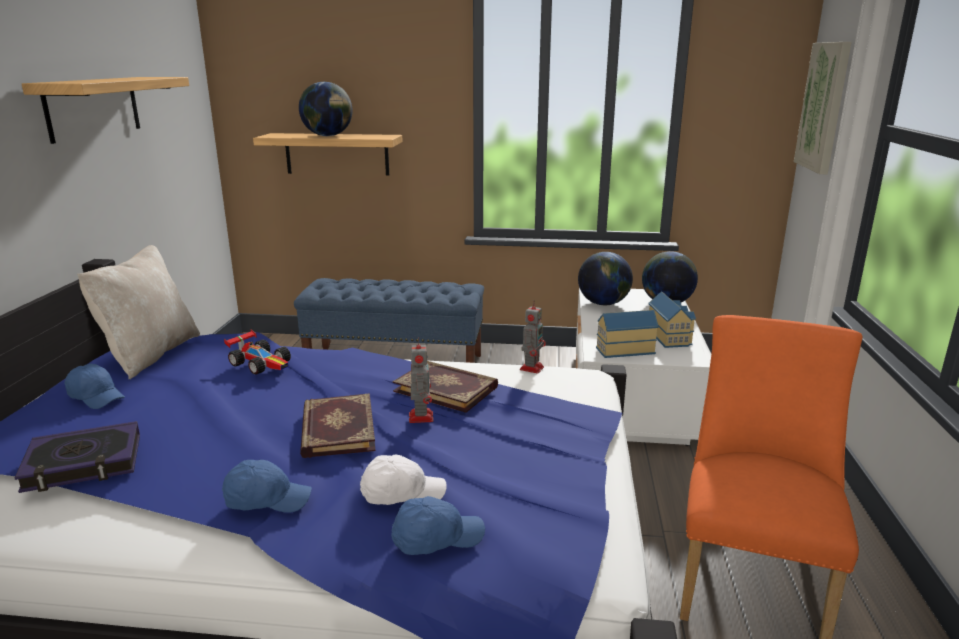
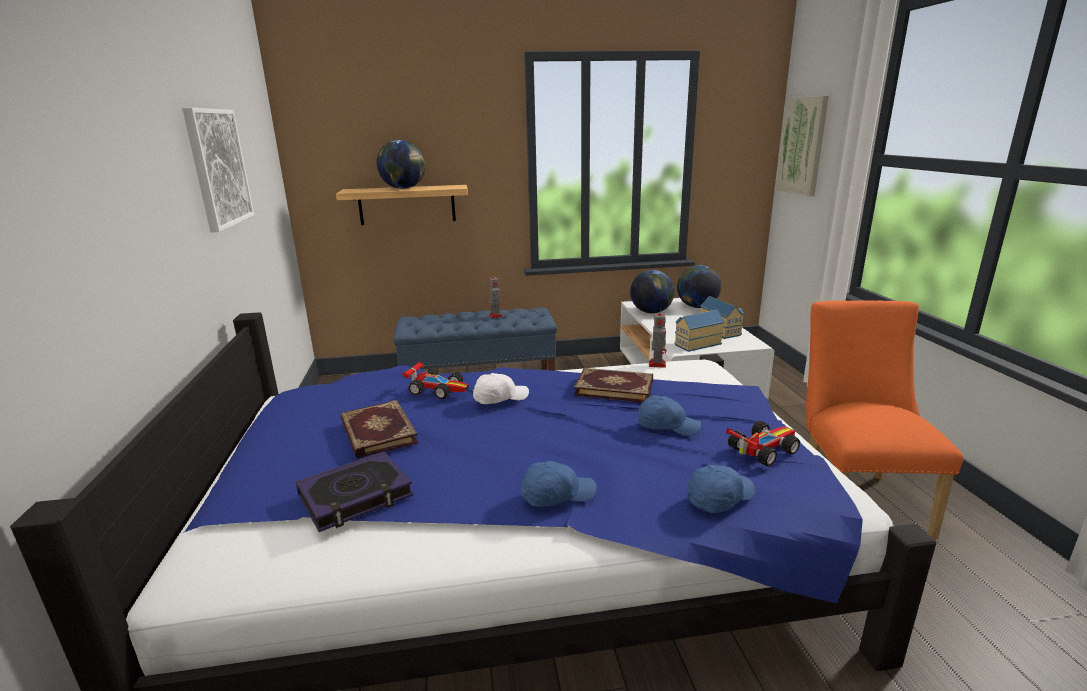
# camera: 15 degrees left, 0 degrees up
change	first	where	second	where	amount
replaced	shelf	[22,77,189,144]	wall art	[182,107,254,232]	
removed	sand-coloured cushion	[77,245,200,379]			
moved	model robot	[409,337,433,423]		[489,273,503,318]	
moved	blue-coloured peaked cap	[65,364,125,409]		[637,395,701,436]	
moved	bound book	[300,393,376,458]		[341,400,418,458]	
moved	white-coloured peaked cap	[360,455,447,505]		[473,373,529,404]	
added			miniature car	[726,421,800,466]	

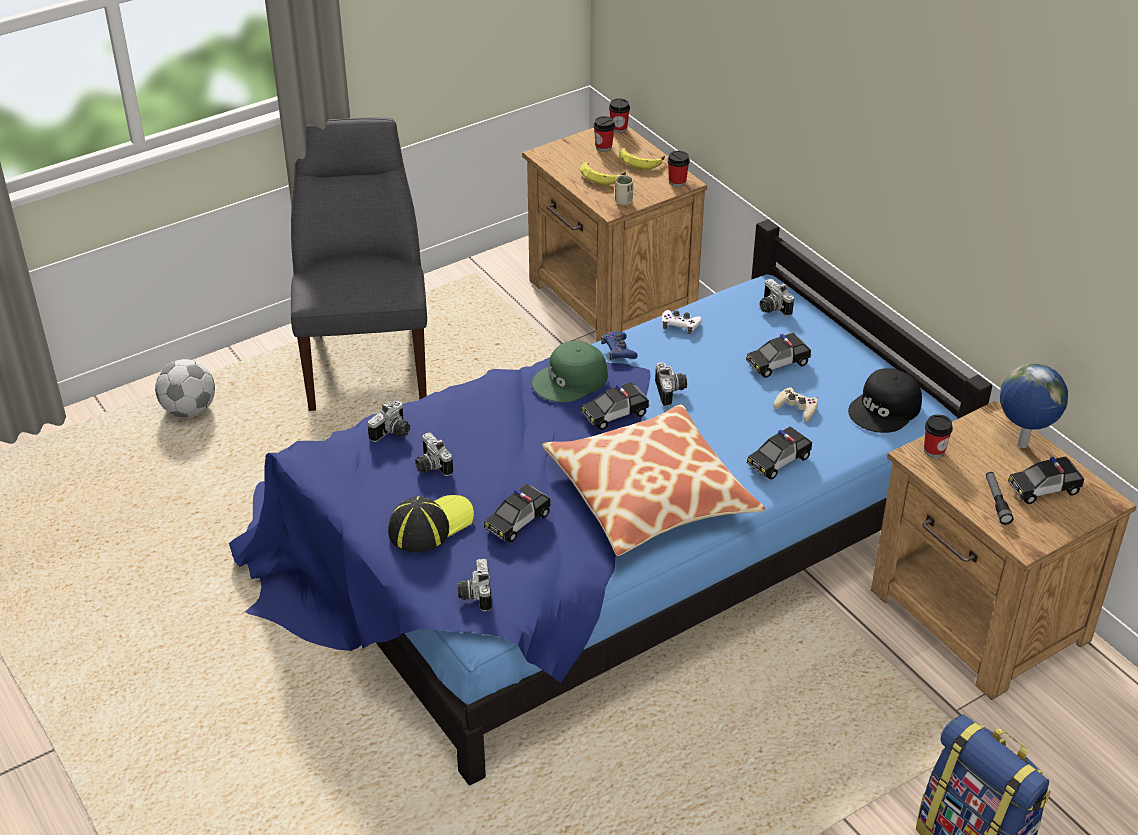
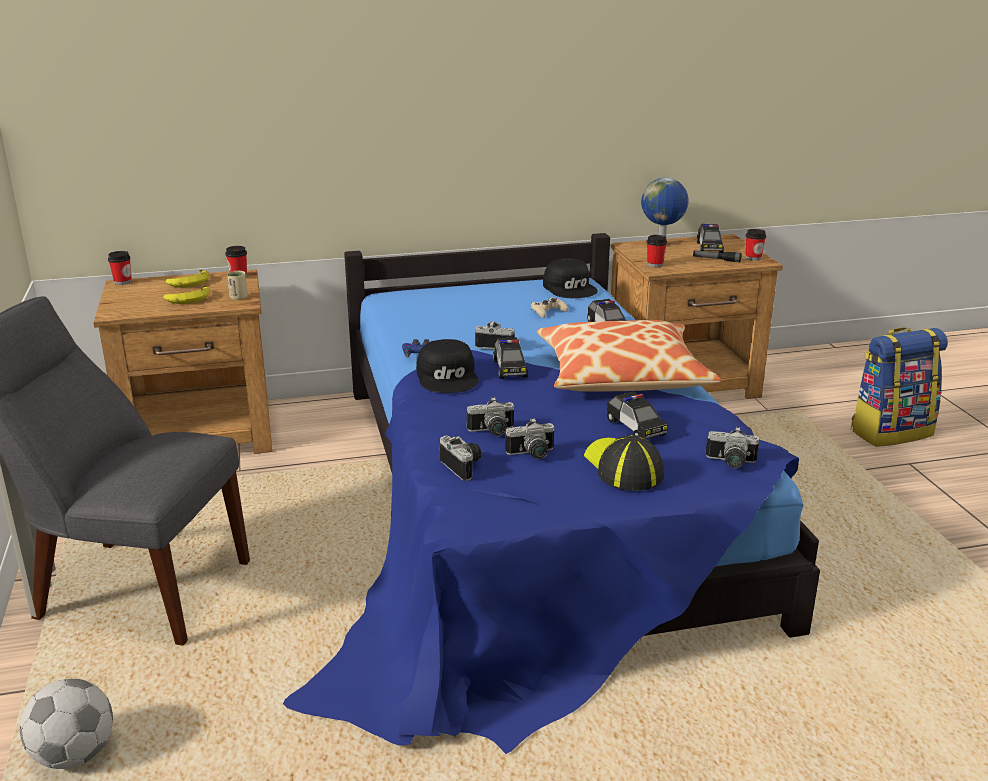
# camera: 70 degrees left, 15 degrees down
change	first	where	second	where	amount
moved	drinking cup	[593,116,615,152]		[746,229,766,261]	
moved	still camera	[759,279,794,316]		[466,397,514,436]	
removed	white-coloured joypad	[662,310,702,334]			
removed	miniature car	[746,333,811,378]			
recoloured	green peaked cap	[532,341,608,402]	black peaked cap	[416,339,479,393]	

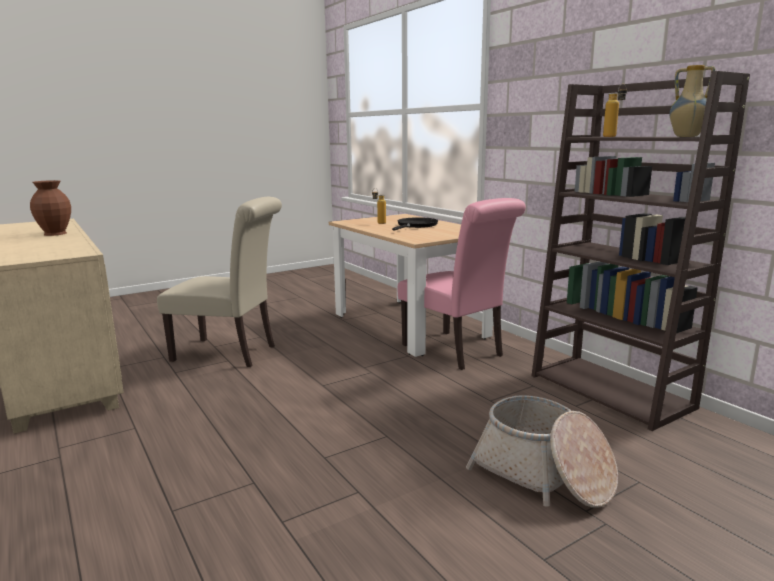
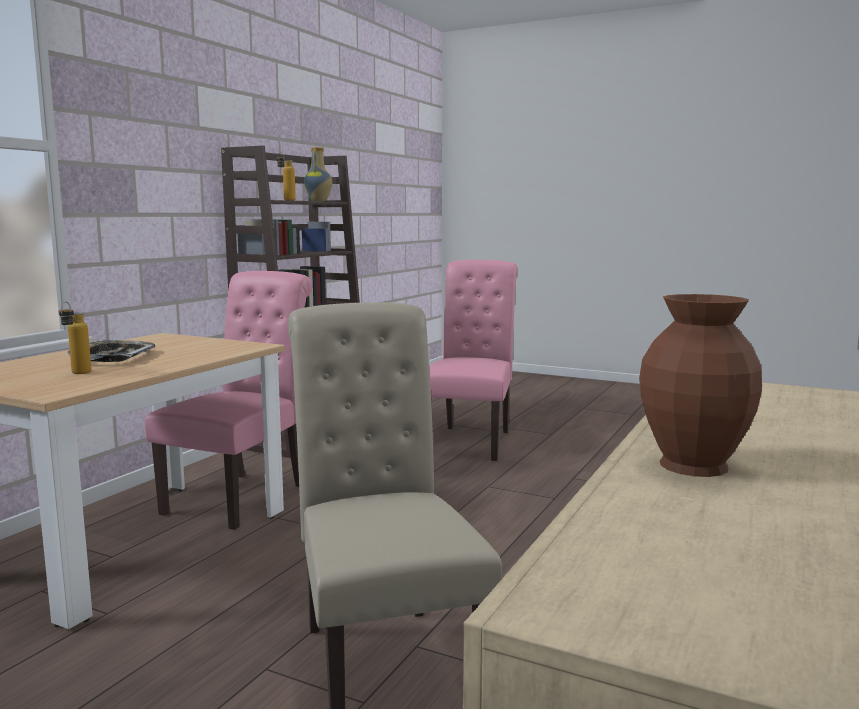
# camera: 120 degrees left, 5 degrees down
change	first	where	second	where	amount
replaced	black pan	[392,217,438,230]	tray	[67,340,155,362]	
replaced	household basket	[466,395,618,508]	pink-coloured upright chair	[429,260,518,461]	

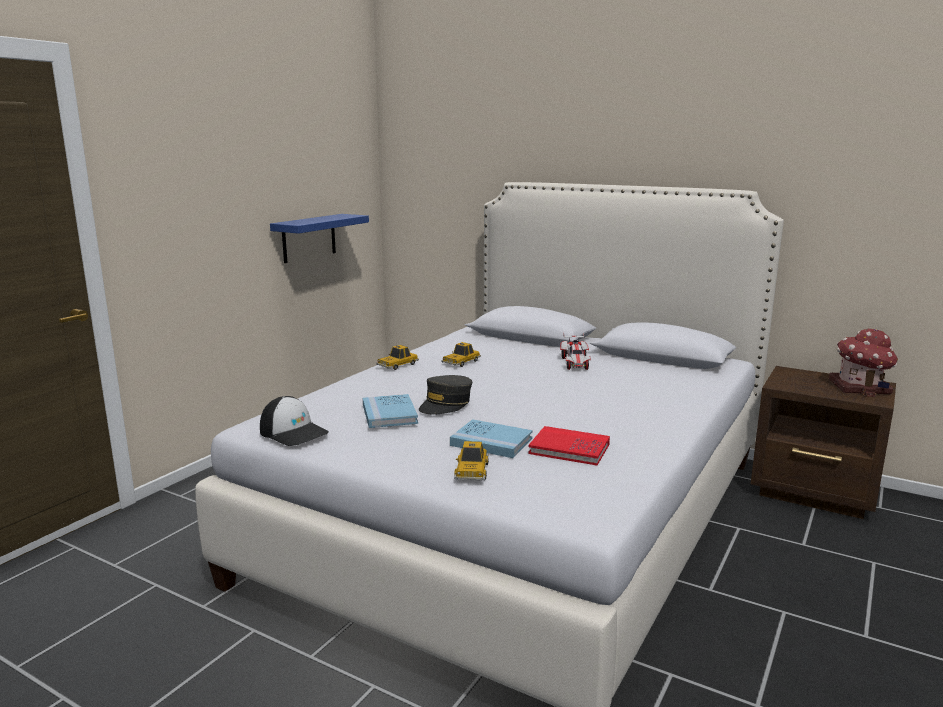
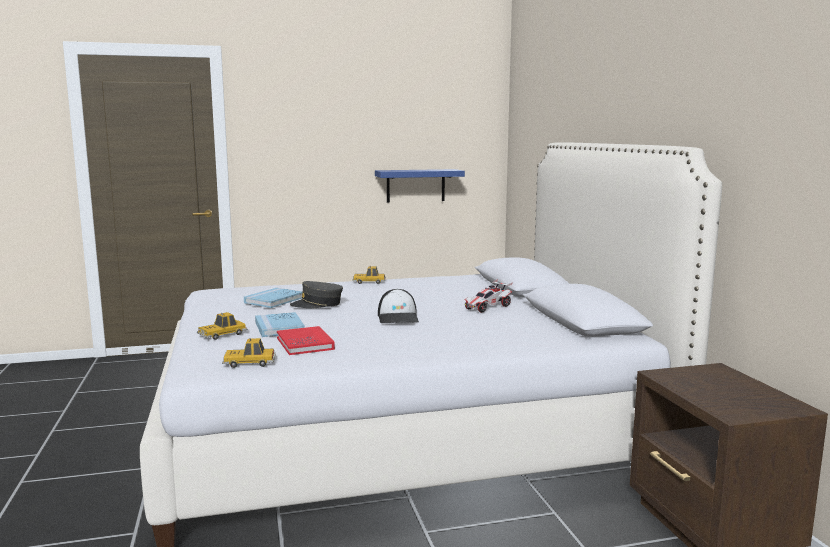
# camera: 45 degrees right, 5 degrees down
change	first	where	second	where	amount
removed	miniature house	[829,329,898,397]			
moved	miniature car	[441,342,481,367]		[222,338,276,368]	
moved	peaked cap	[260,396,329,446]		[378,289,419,323]	

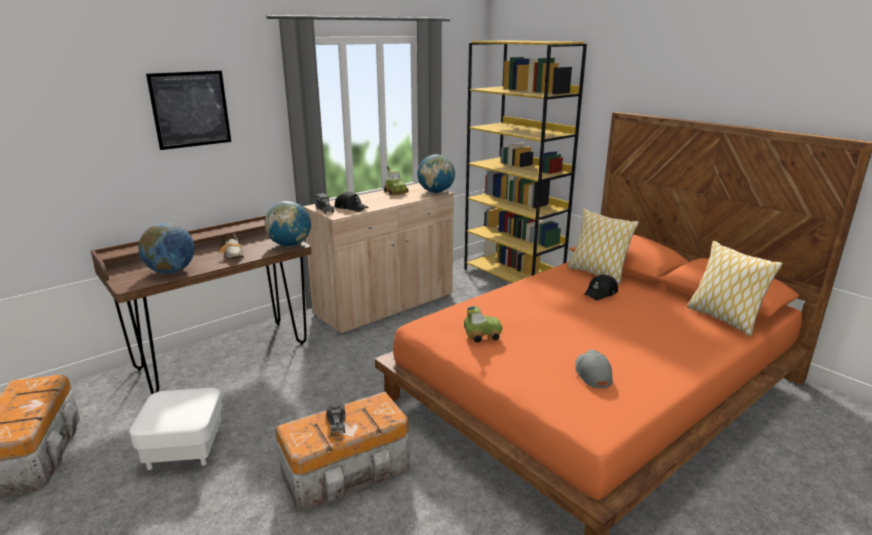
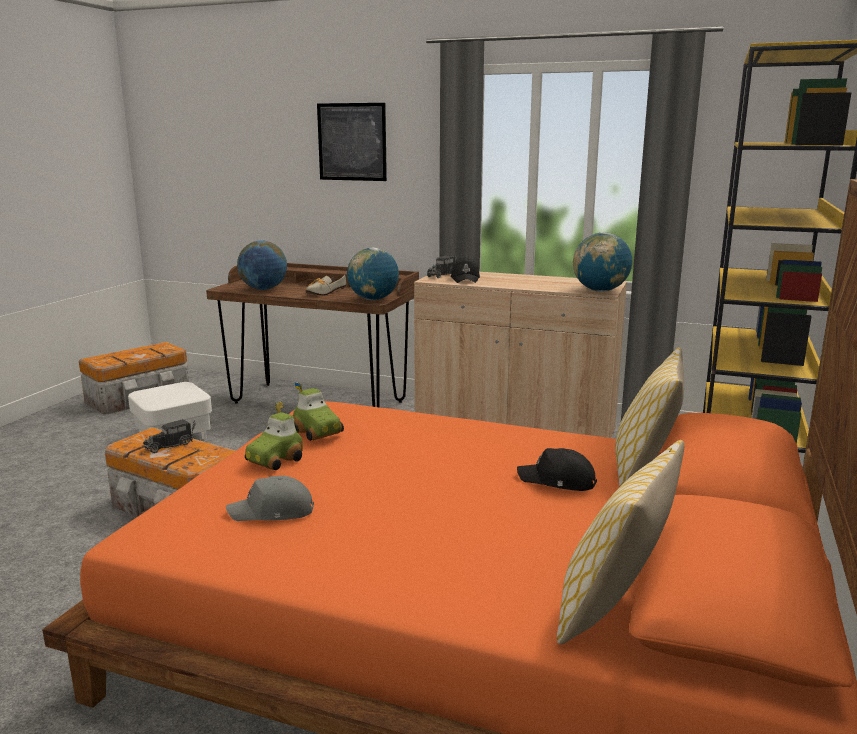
# camera: 60 degrees right, 5 degrees down
change	first	where	second	where	amount
moved	miniature car	[384,166,409,195]		[245,401,303,470]	
turned	gray peaked cap	[575,349,613,388]		[226,476,314,521]	150 degrees counterclockwise

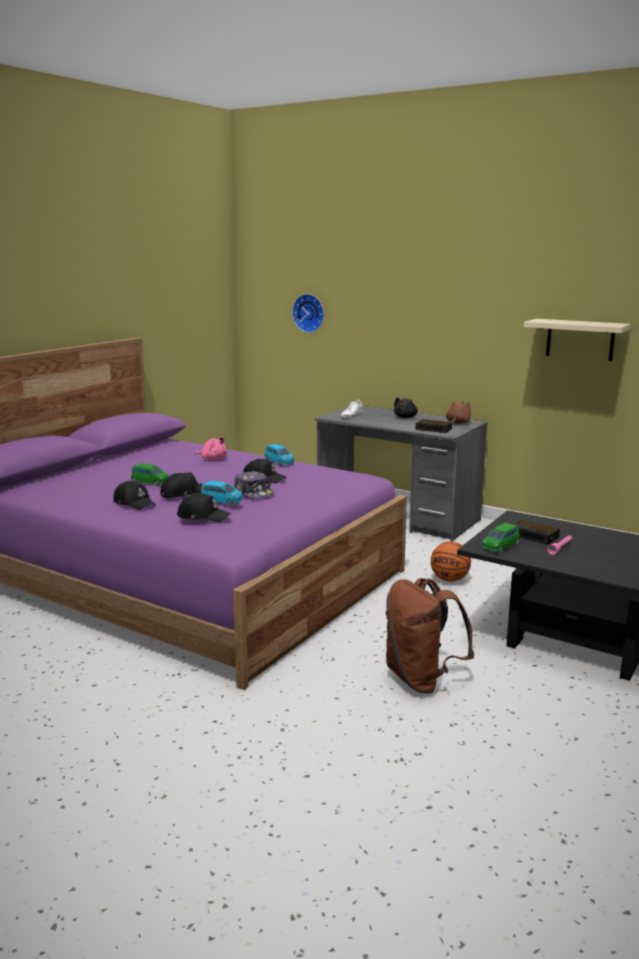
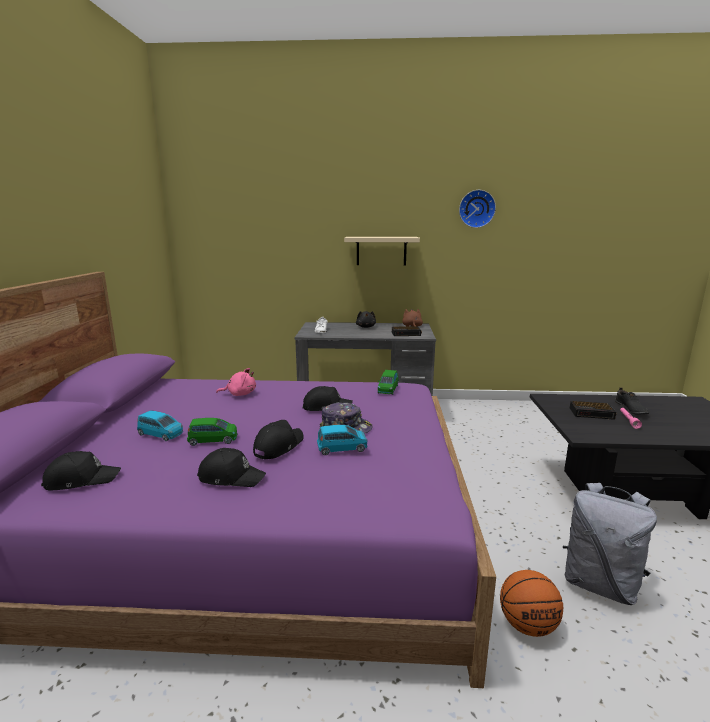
# camera: 30 degrees left, 0 degrees up
change	first	where	second	where	amount
moved	wall clock	[292,294,324,333]		[459,190,496,228]	
moved	sand-coloured shelf	[524,319,631,361]		[344,237,420,266]	
moved	blue-coloured miniature car	[265,444,294,466]		[137,410,183,441]	
moved	black peaked cap	[177,493,231,522]		[41,451,121,491]	
moved	green miniature car	[483,523,520,554]		[378,370,399,395]	
moved	ball for basketball	[431,542,471,582]		[500,570,563,637]	
recoloured	brownish backpack	[386,578,474,694]	gray backpack	[563,483,657,605]	
added			black low shoe	[615,388,649,415]	

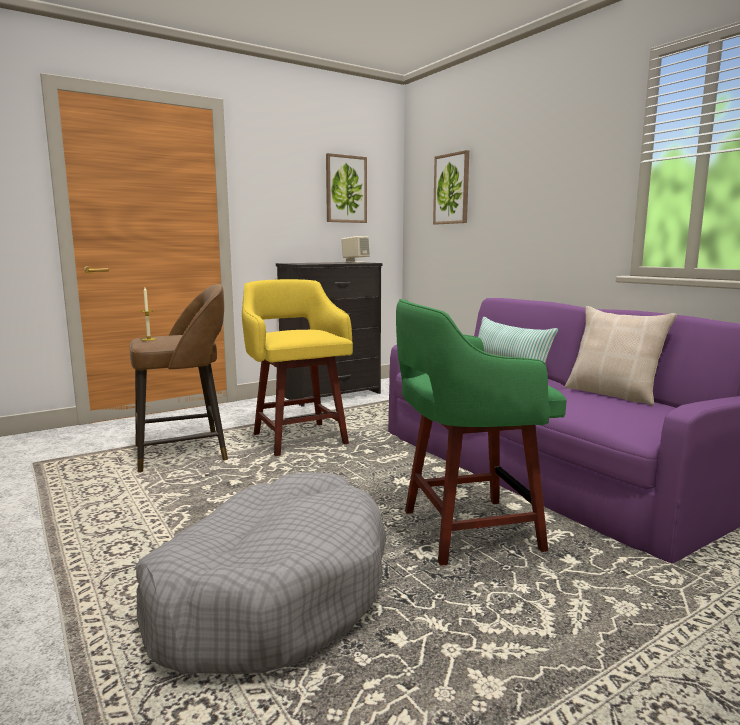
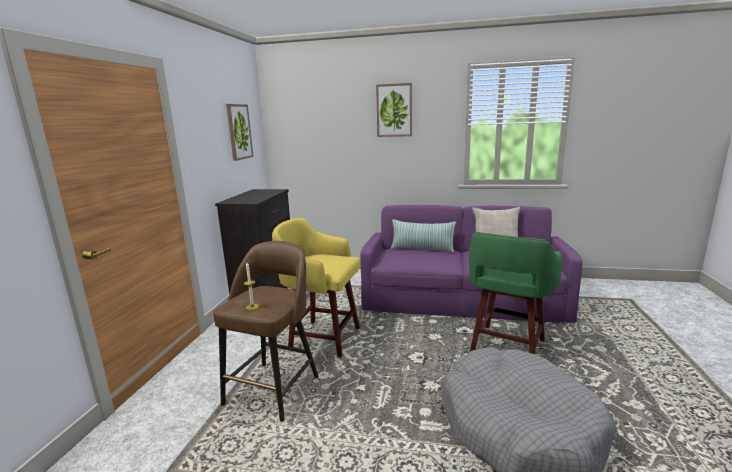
# camera: 45 degrees left, 5 degrees up
change	first	where	second	where	amount
moved	wall art	[433,150,469,224]		[376,83,412,137]	
removed	sand-coloured loudspeaker	[341,236,370,263]			

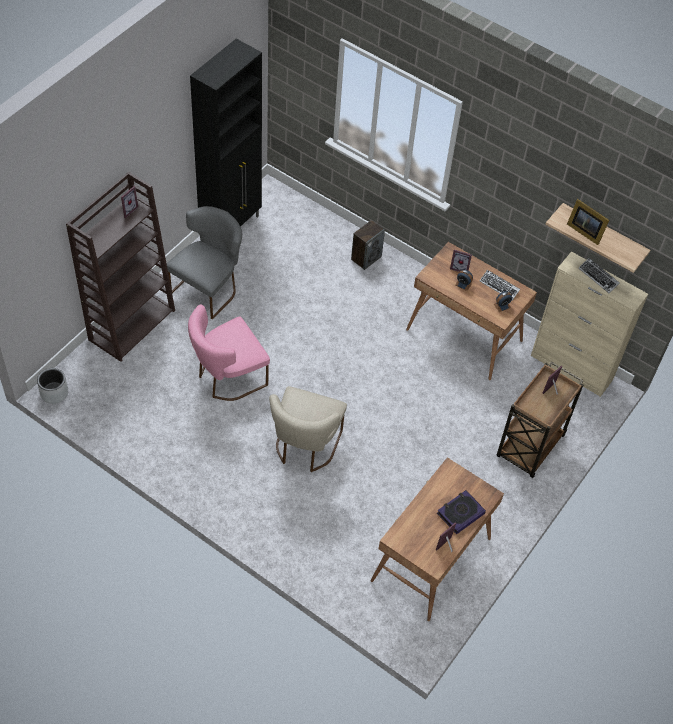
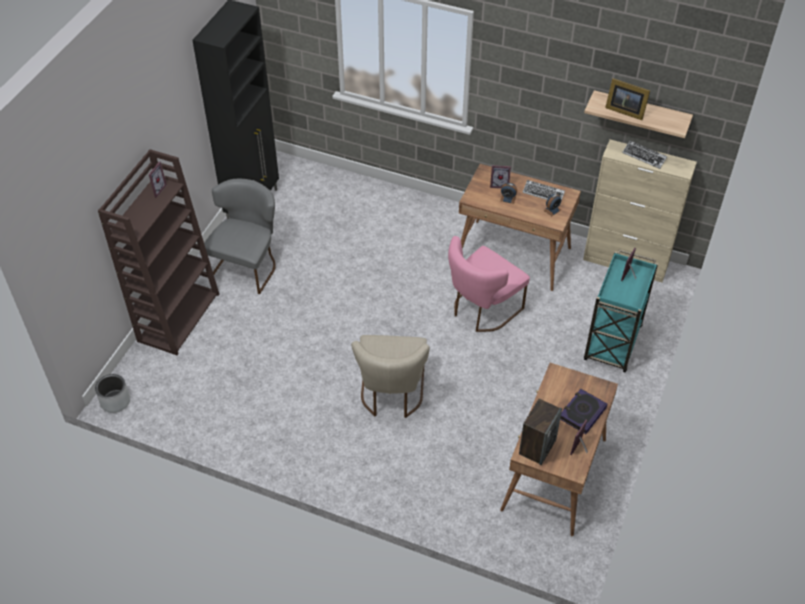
# camera: 10 degrees left, 5 degrees down
change	first	where	second	where	amount
moved	loudspeaker	[351,220,385,270]		[519,399,562,465]	
moved	pink-coloured upright chair	[188,304,270,401]		[448,236,530,332]	
recoloured	brownish trolley	[497,362,583,478]	blue-green trolley	[584,250,658,373]	

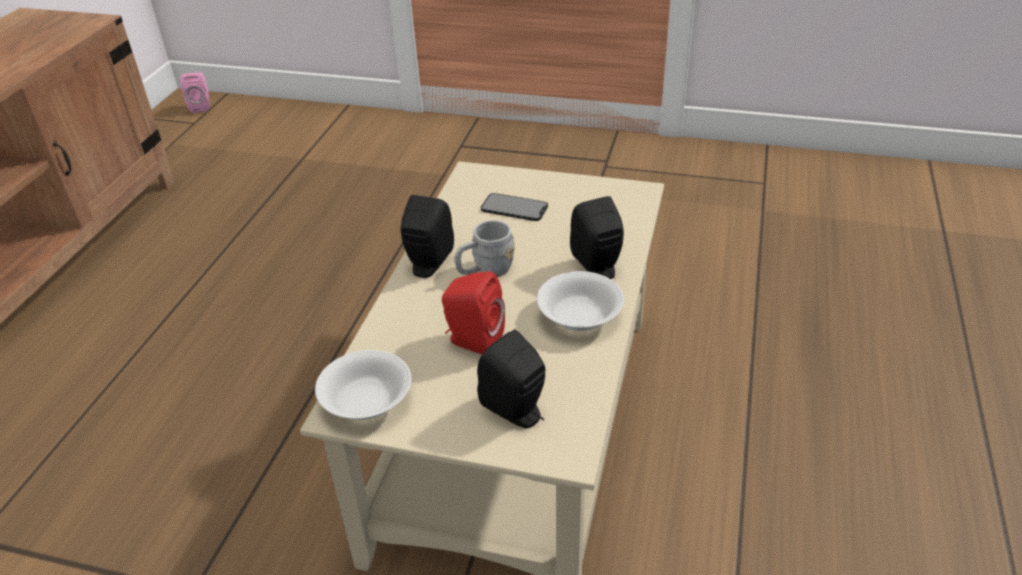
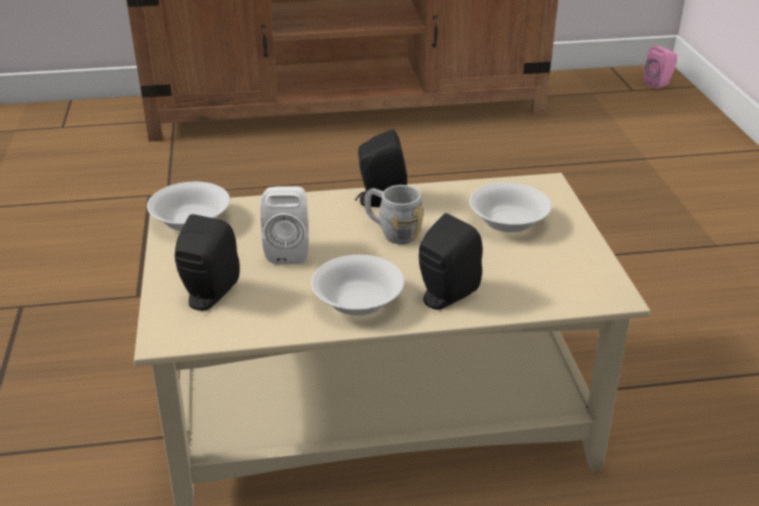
# camera: 65 degrees right, 5 degrees down
change	first	where	second	where	amount
replaced	handset	[481,193,548,221]	white-coloured serving bowl	[469,182,552,232]	
recoloured	reddish loudspeaker	[442,271,505,354]	white-coloured loudspeaker	[260,186,309,264]	

